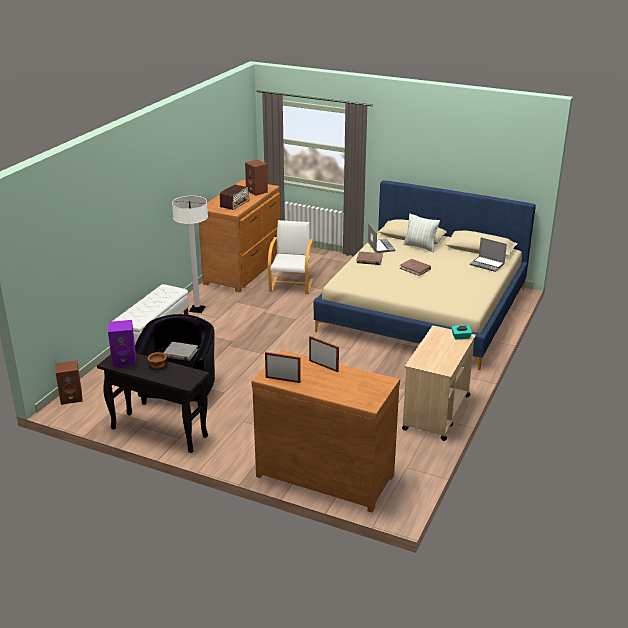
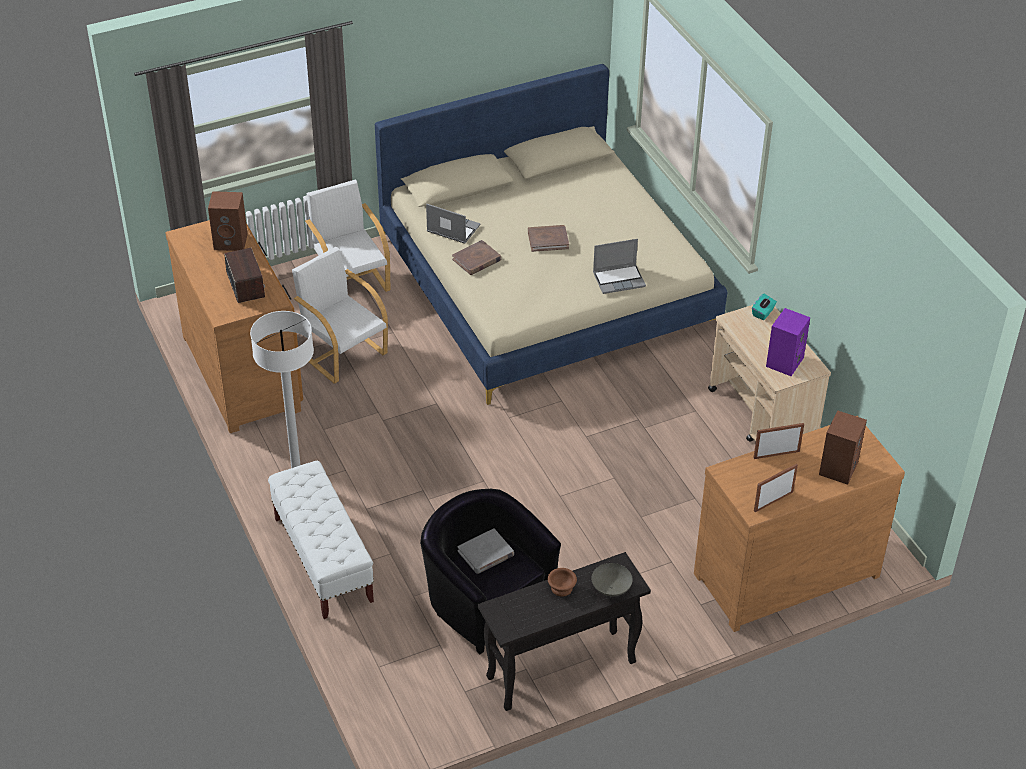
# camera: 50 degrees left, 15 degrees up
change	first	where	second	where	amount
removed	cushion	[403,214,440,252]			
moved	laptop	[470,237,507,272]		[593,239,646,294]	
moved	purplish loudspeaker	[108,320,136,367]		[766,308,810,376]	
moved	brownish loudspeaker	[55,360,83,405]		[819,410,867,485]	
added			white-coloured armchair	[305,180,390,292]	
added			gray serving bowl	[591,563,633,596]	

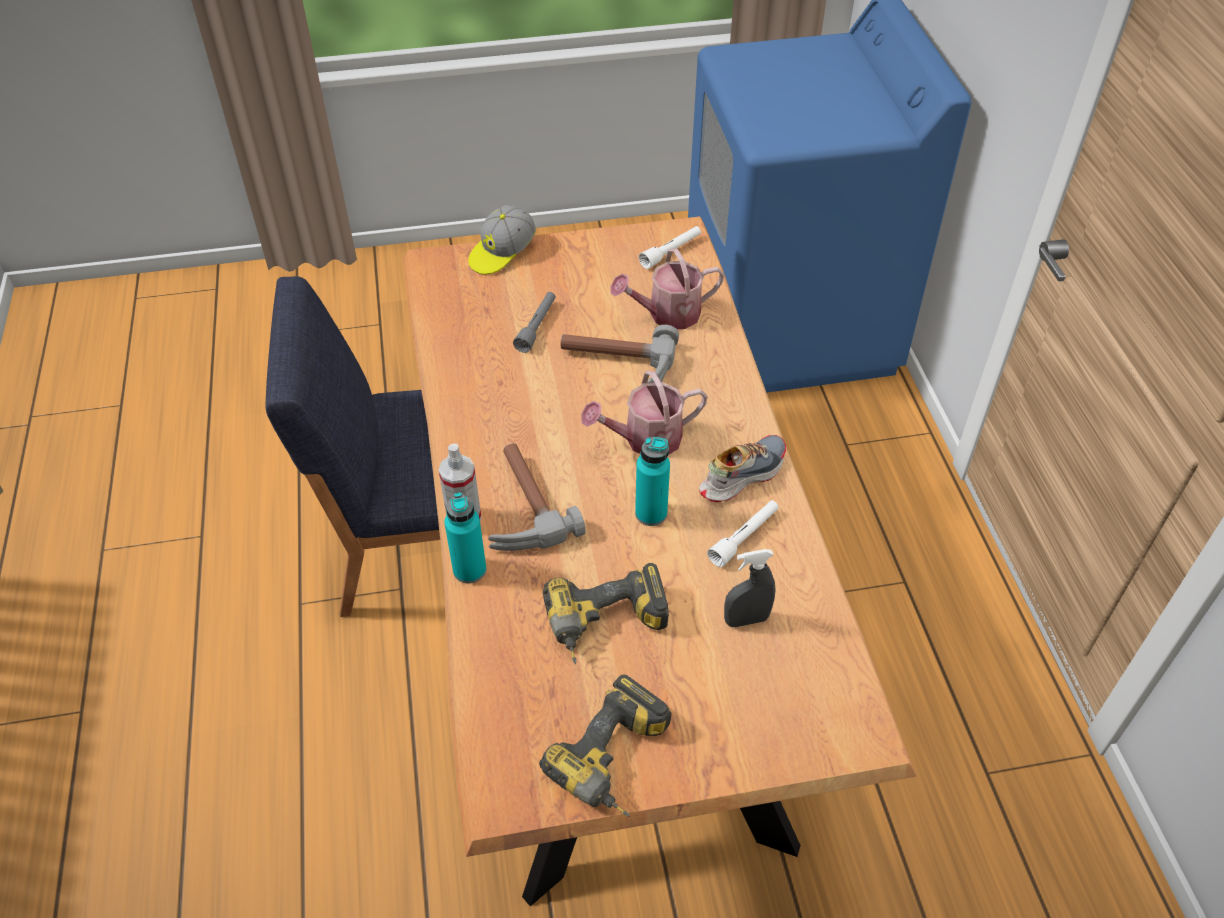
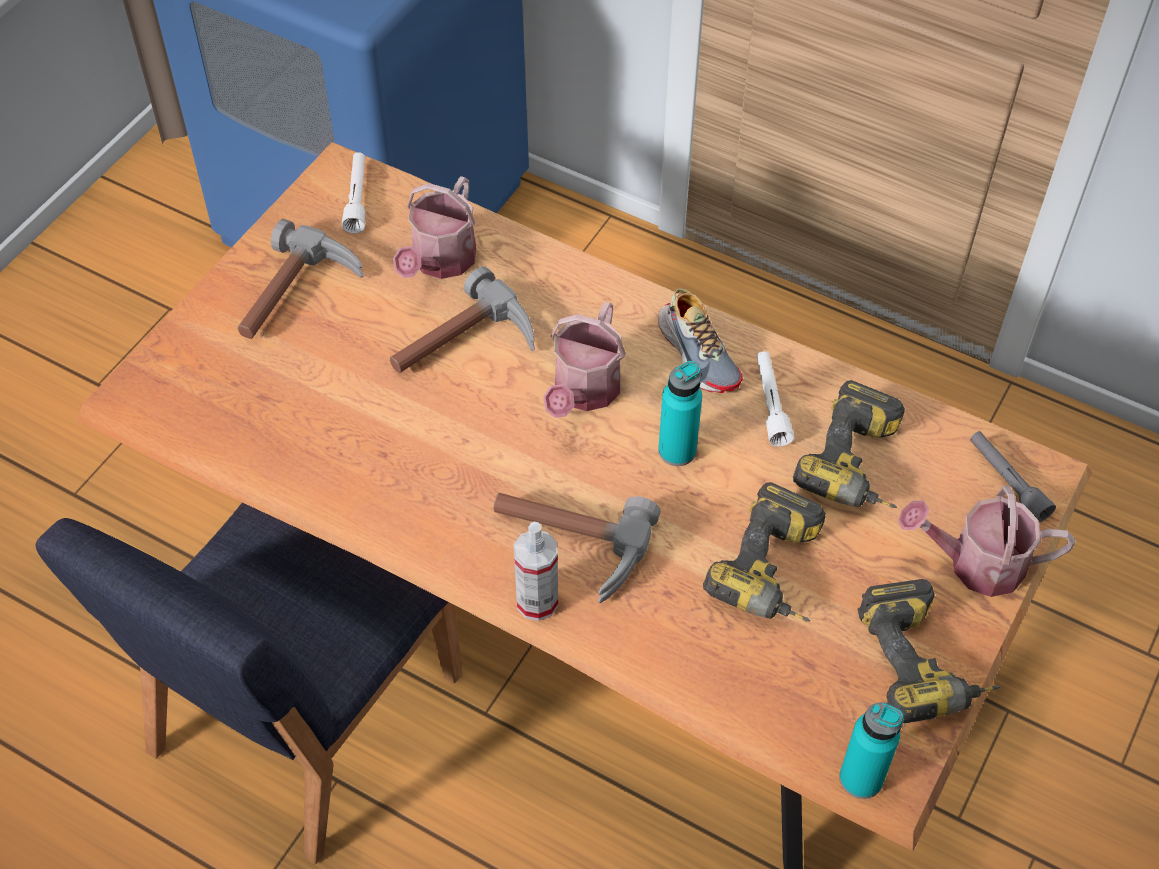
# camera: 50 degrees left, 5 degrees up
change	first	where	second	where	amount
removed	peaked cap	[468,205,536,275]			
moved	gray torch	[513,292,556,353]		[970,431,1056,523]	
turned	low shoe	[699,435,786,502]		[658,289,743,393]	150 degrees clockwise
moved	blue-green beverage bottle	[445,492,486,583]		[839,702,903,799]	
replaced	gray sprayer	[724,549,776,627]	power drill	[793,380,905,508]	
added			tool hammer	[238,219,364,339]	
added			watering can	[898,485,1075,597]	

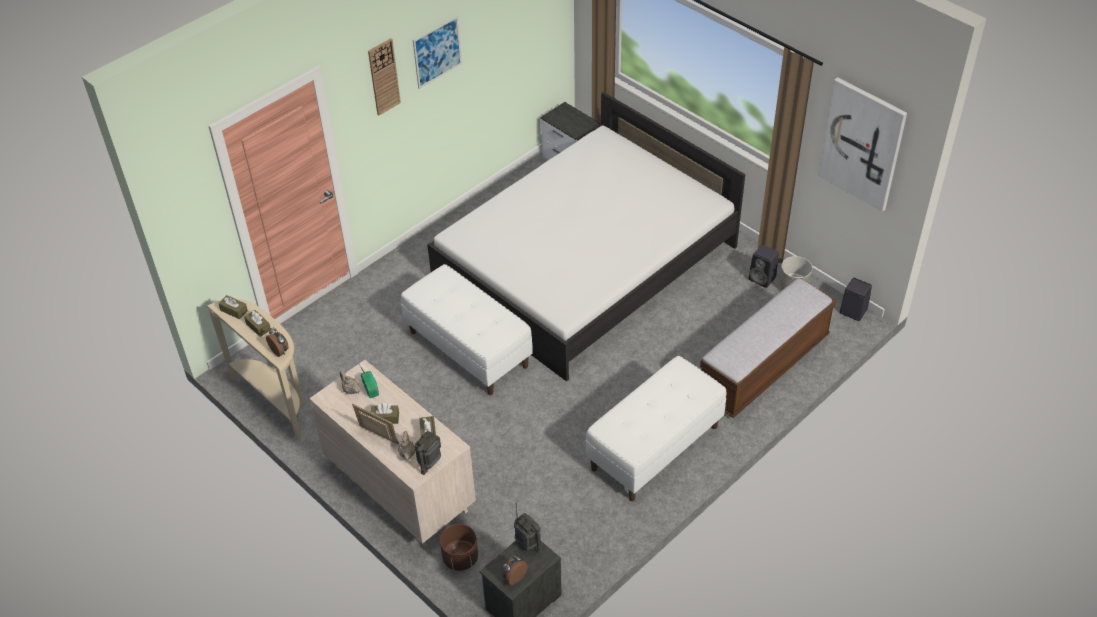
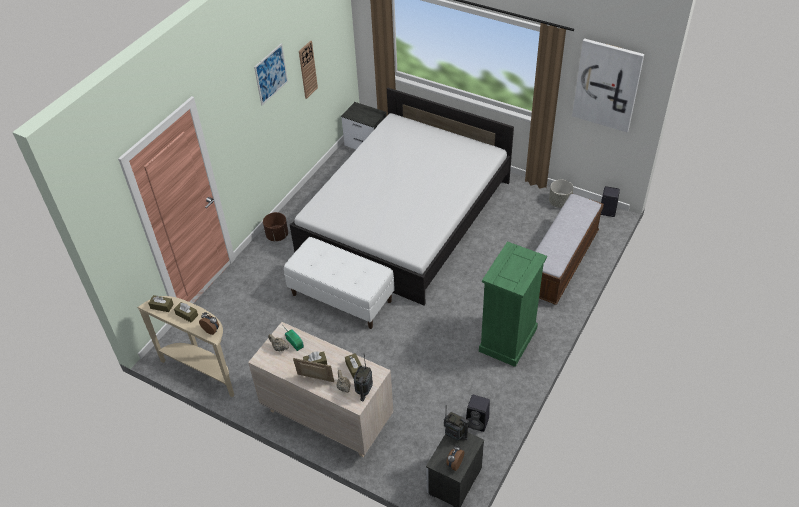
# camera: 15 degrees left, 0 degrees up
change	first	where	second	where	amount
moved	wall clock	[368,38,401,115]		[299,41,318,99]	
moved	black loudspeaker	[749,244,779,288]		[466,395,490,432]	
replaced	white-coloured indoor bench	[586,356,726,501]	green dresser	[479,241,547,367]	
moved	brownish plant pot	[440,524,478,571]		[263,212,288,241]	

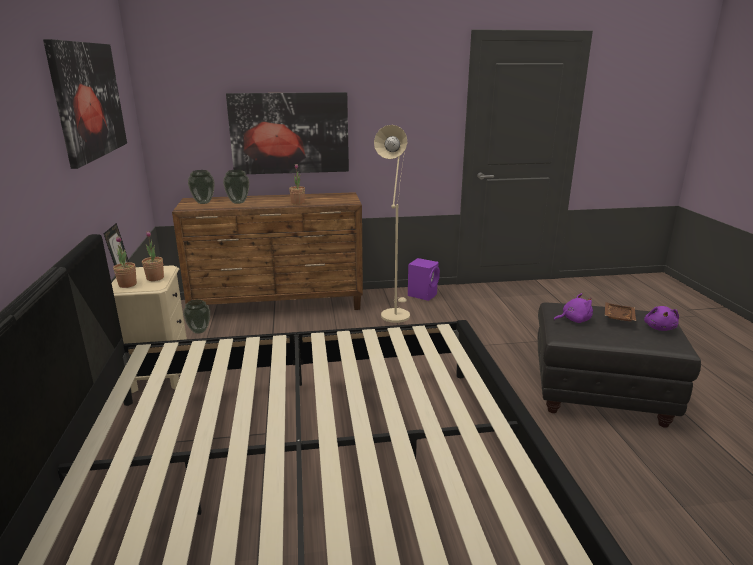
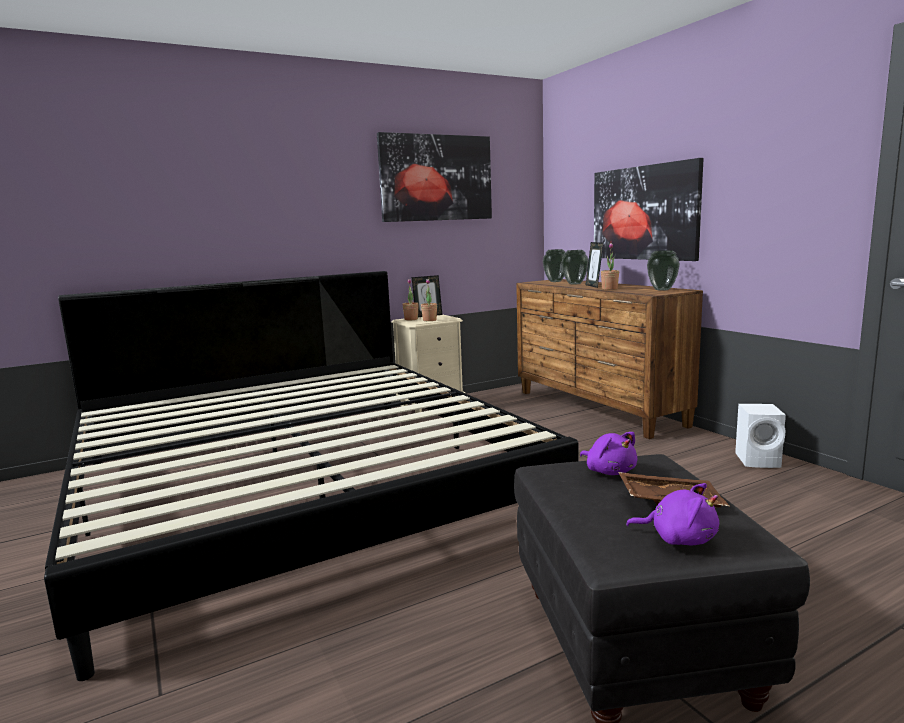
# camera: 70 degrees right, 10 degrees down
change	first	where	second	where	amount
removed	sand-coloured floor lamp	[374,125,410,323]			
recoloured	purplish loudspeaker	[408,258,440,301]	white-coloured loudspeaker	[735,404,786,468]	
moved	flower vase	[183,299,210,334]		[647,250,680,291]	
turned	purplish plush toy	[644,306,679,331]		[626,483,719,545]	150 degrees counterclockwise
added			standing frame	[586,242,603,288]	

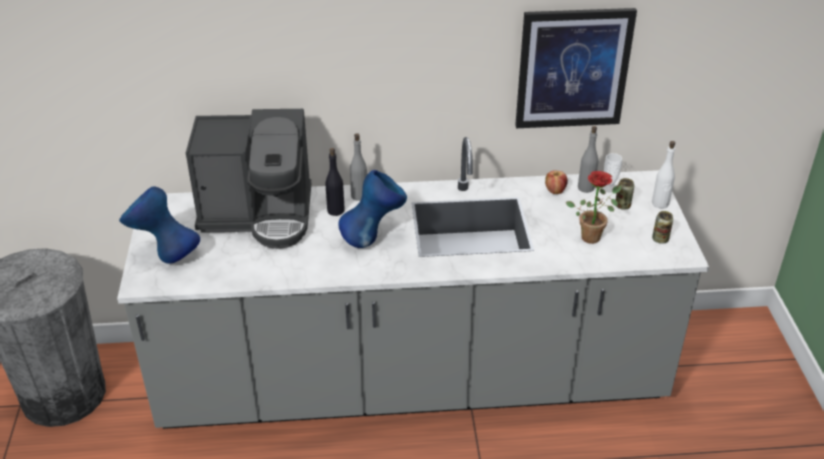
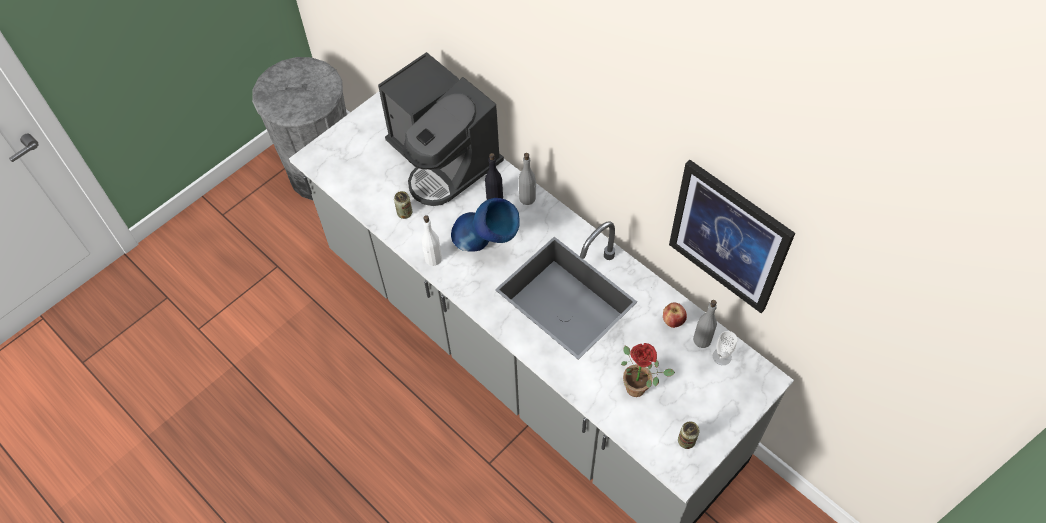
# camera: 50 degrees right, 20 degrees up
change	first	where	second	where	amount
moved	white-coloured beverage bottle	[652,141,675,209]		[421,215,442,266]	
moved	metal can	[616,178,634,210]		[394,191,412,219]	
removed	blue-coloured flower vase	[119,187,200,264]			

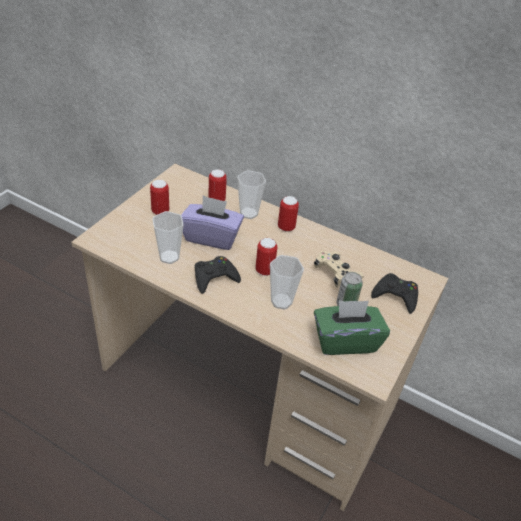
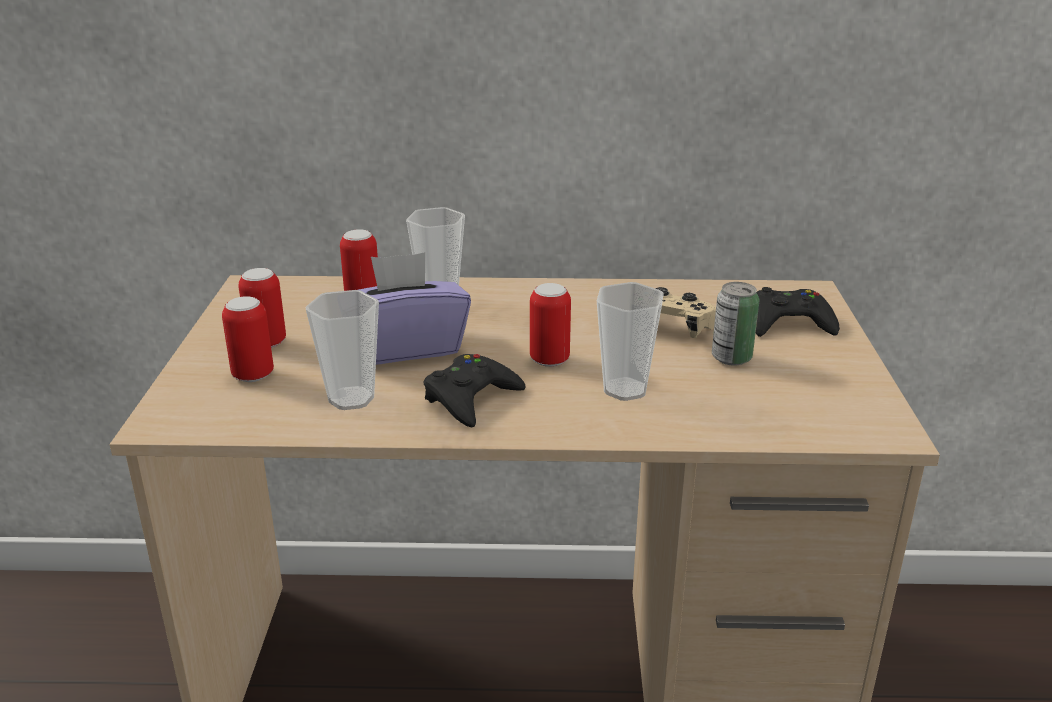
# camera: 25 degrees left, 15 degrees down
change	first	where	second	where	amount
moved	metal can	[278,196,299,232]		[222,296,274,382]	
removed	green tissue holder	[314,300,390,355]			

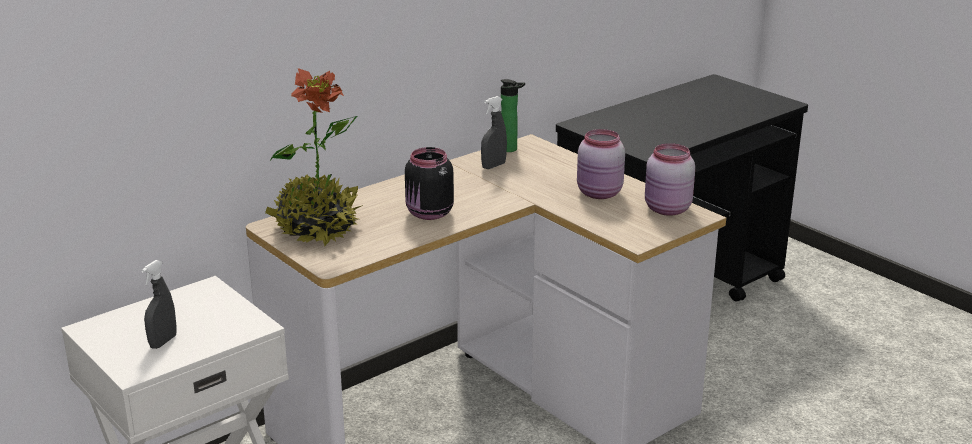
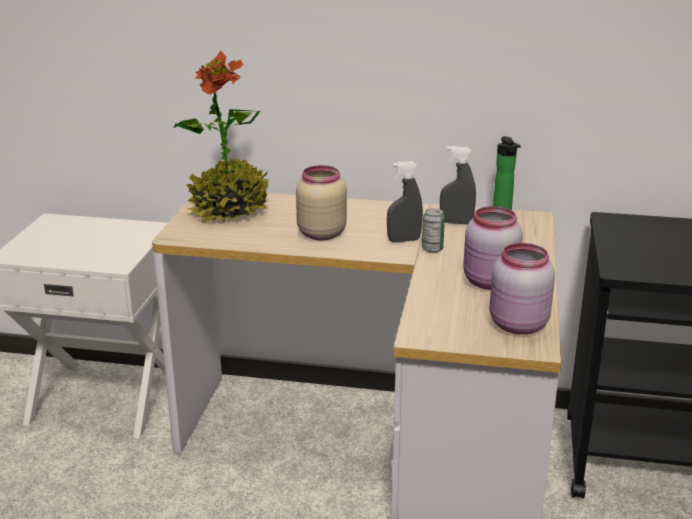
# camera: 50 degrees right, 0 degrees up
change	first	where	second	where	amount
recoloured	black preserve jar	[405,147,454,220]	sand-coloured preserve jar	[296,165,347,240]	
moved	gray sprayer	[141,260,177,349]		[387,161,423,242]	
added			metal can	[422,208,445,253]	

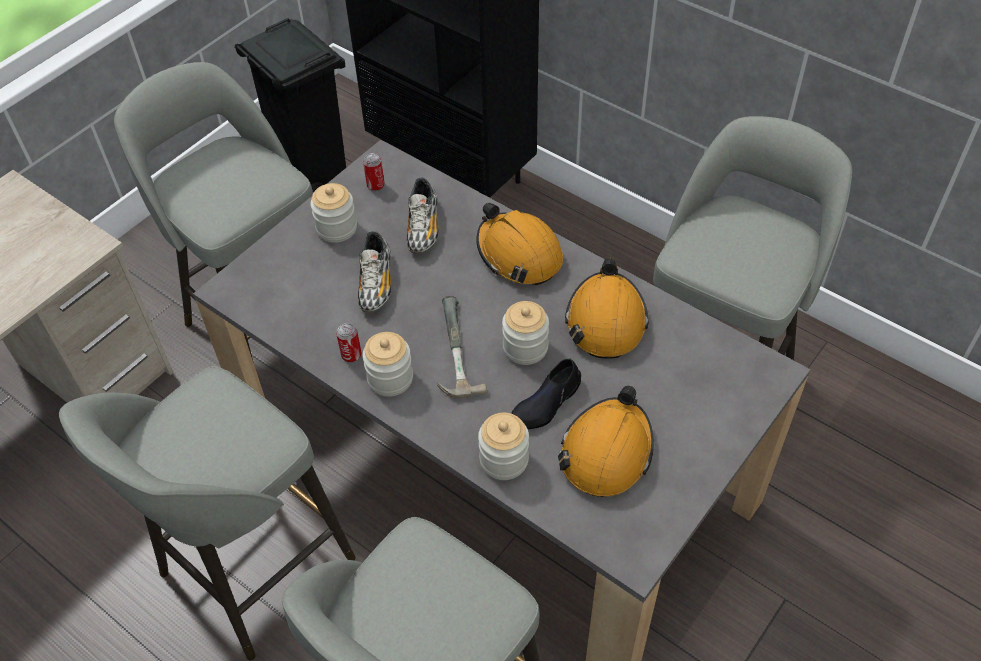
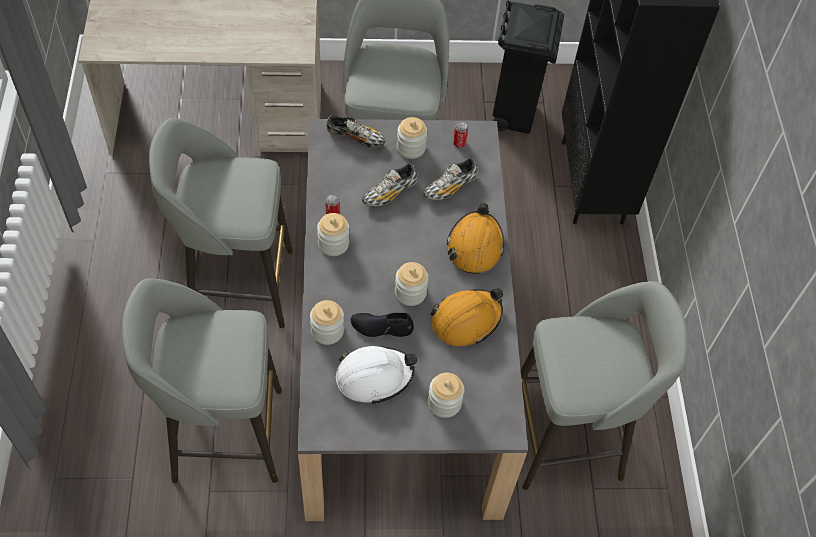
# camera: 45 degrees right, 5 degrees up
change	first	where	second	where	amount
removed	tool hammer	[437,296,487,399]			
recoloured	orange work helmet	[558,385,654,497]	white-coloured work helmet	[336,346,417,404]	
added			low shoe	[326,115,386,148]	
added			preserve jar	[428,373,464,418]	

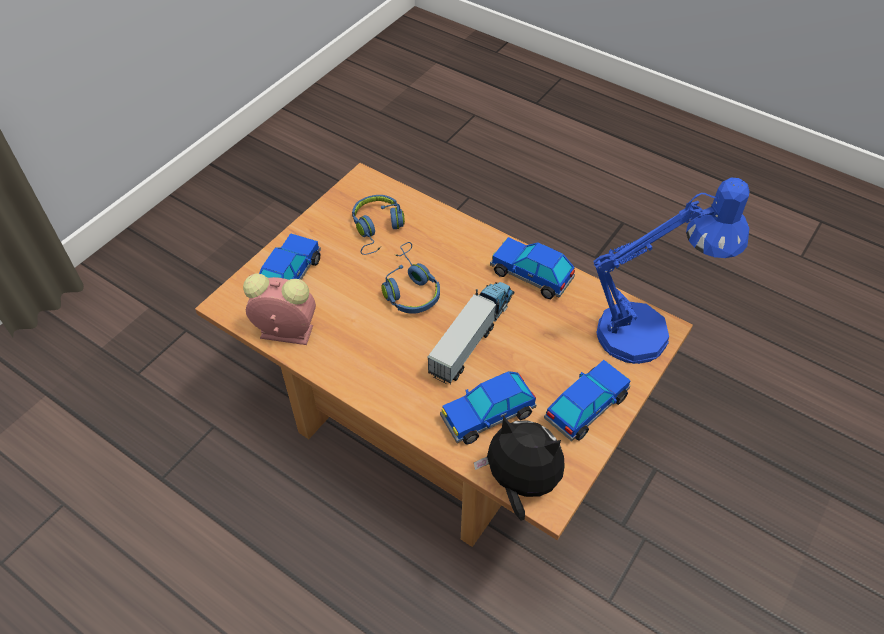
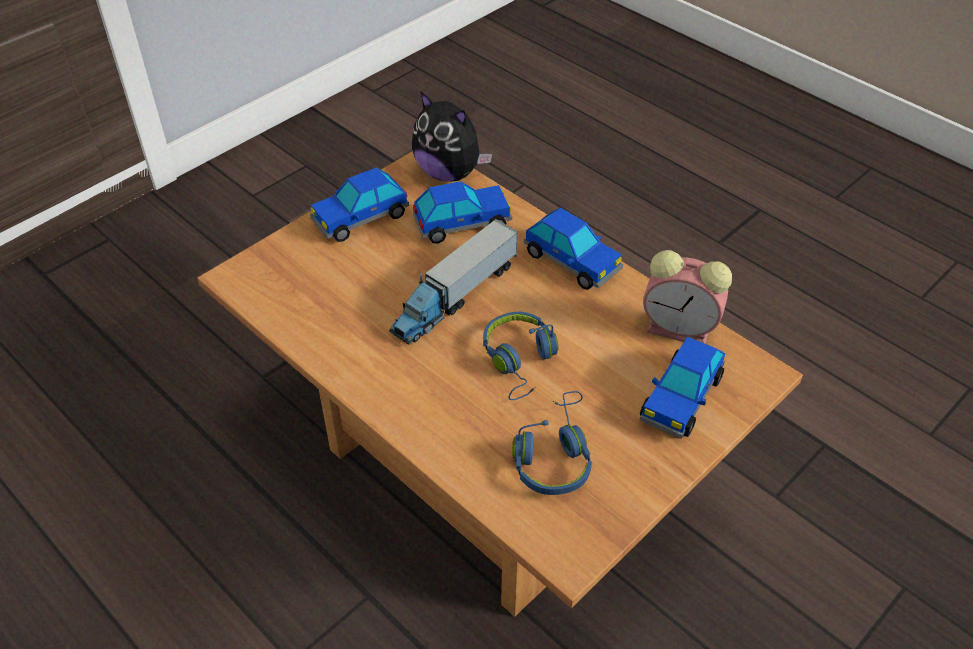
# camera: 170 degrees left, 5 degrees down
change	first	where	second	where	amount
removed	blue-coloured lamp for a table	[593,178,750,364]			
moved	miniature car	[490,237,575,299]		[524,208,623,290]	

